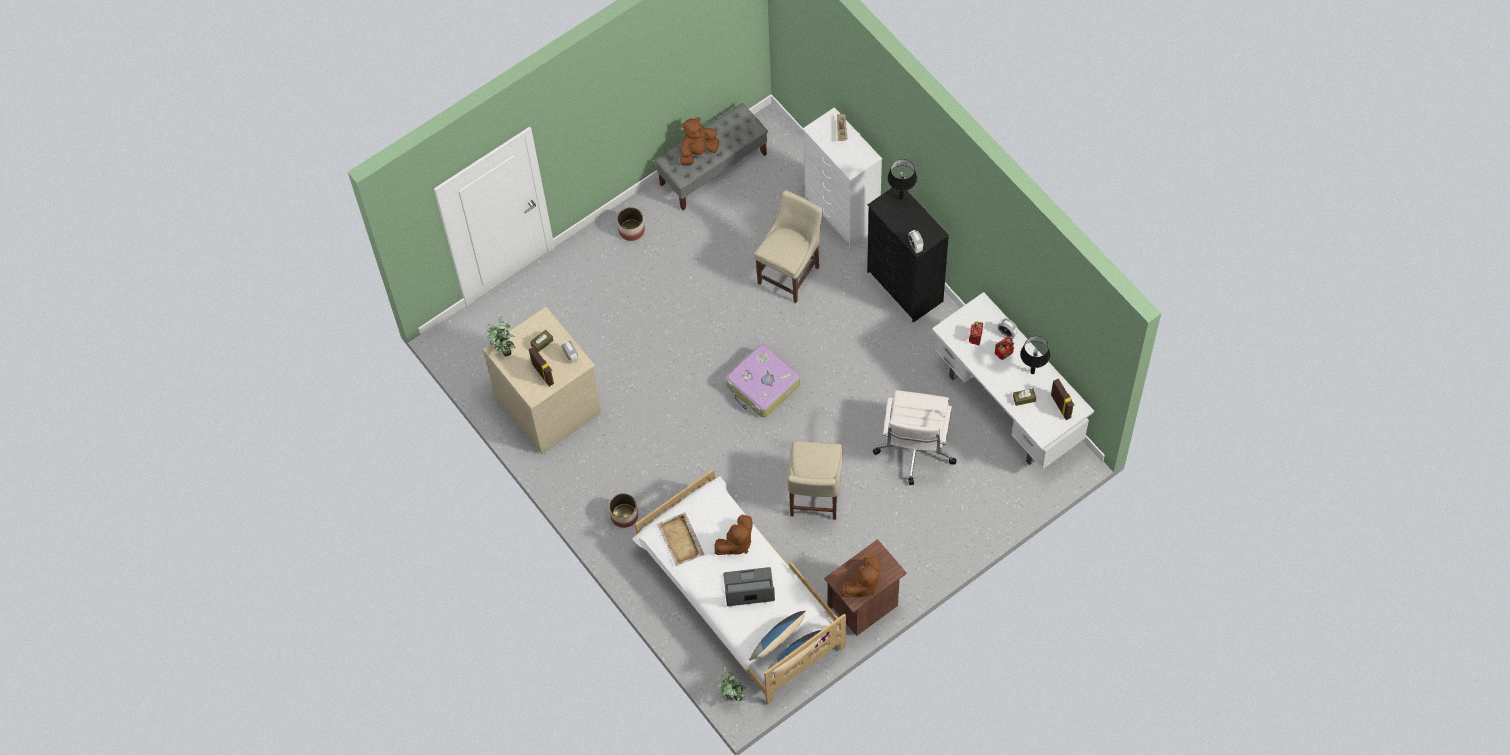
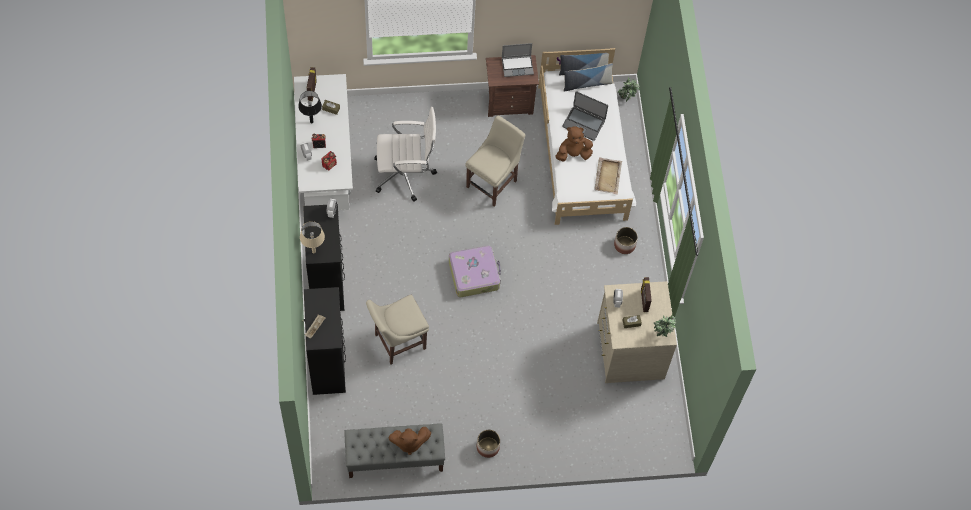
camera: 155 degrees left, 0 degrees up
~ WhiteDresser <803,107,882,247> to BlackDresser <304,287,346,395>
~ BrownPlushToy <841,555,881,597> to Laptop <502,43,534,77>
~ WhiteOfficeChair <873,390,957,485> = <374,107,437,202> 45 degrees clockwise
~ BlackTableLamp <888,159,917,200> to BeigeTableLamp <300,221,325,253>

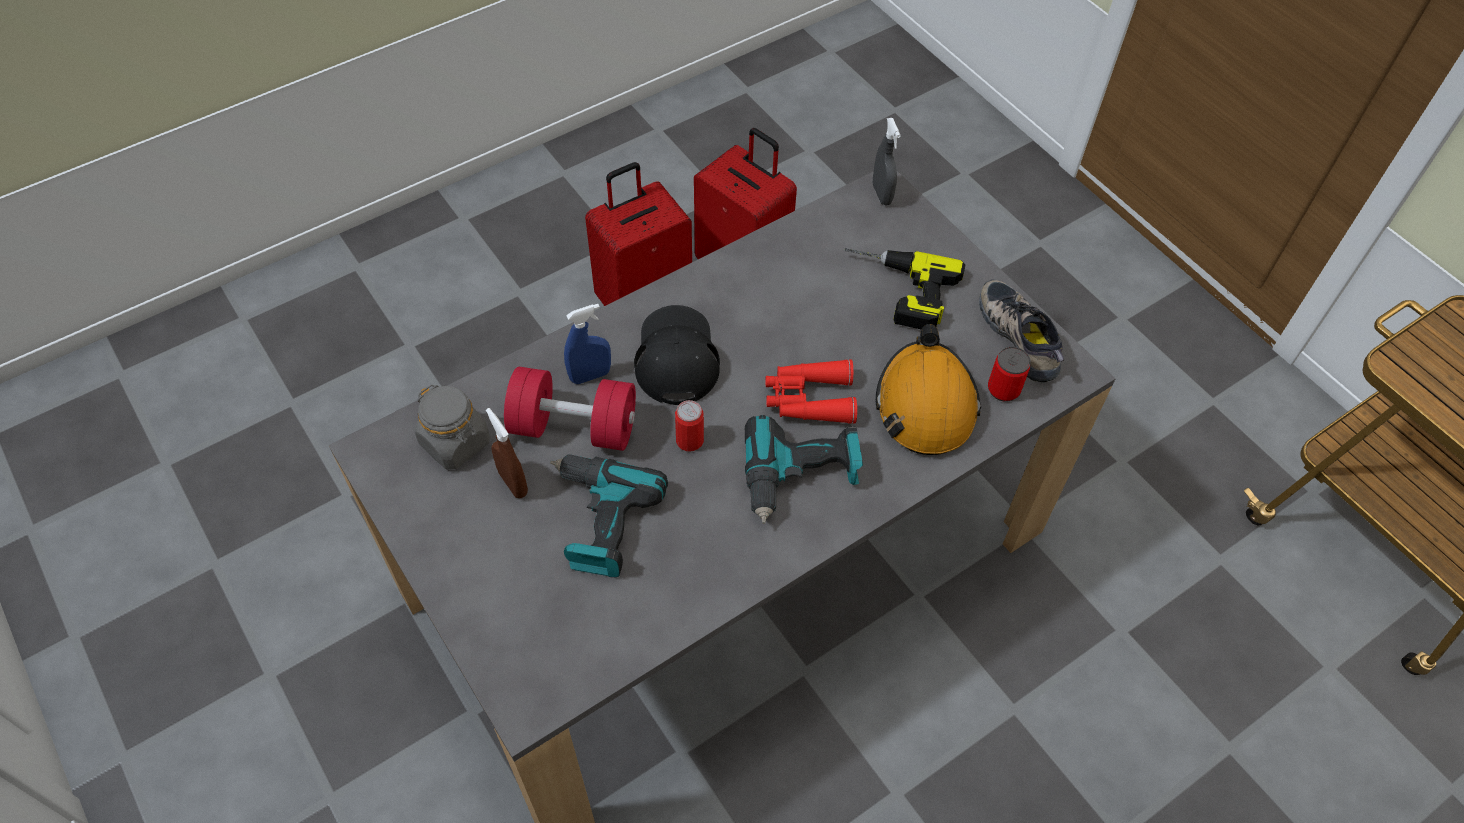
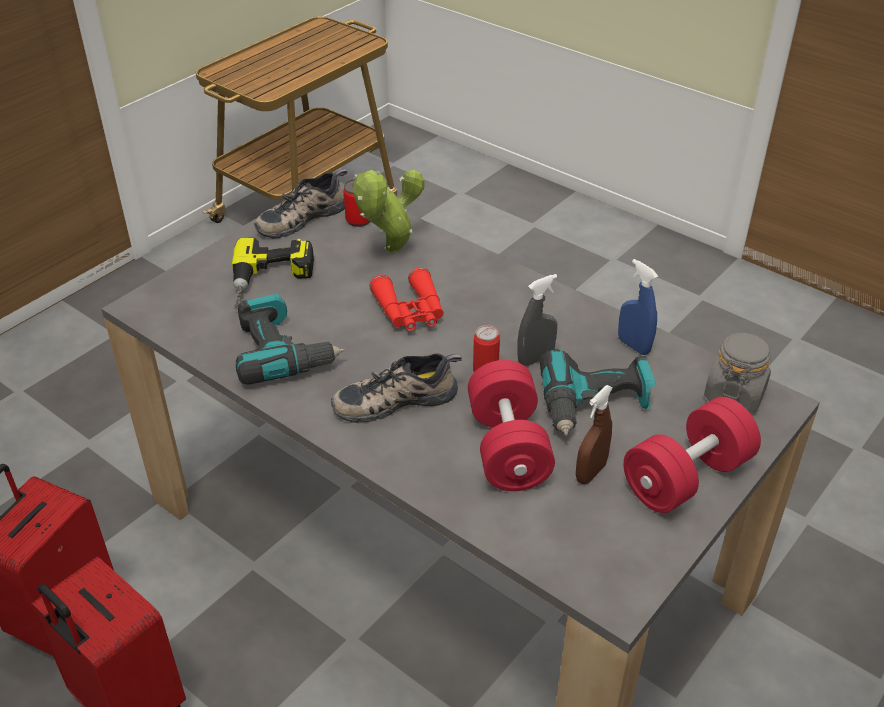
camera: 105 degrees left, 15 degrees down
~ GreyJar <415,385,490,469> to <704,332,771,413>
~ BlueSprayBottle <564,304,611,384> to <618,259,658,355>
~ BlackCap <634,305,720,405> to Shoe <331,353,462,423>
~ PowerDrill <745,415,863,524> to <236,294,345,385>
~ GreySprayBottle <873,118,901,205> to <517,274,557,366>
~ OrangeHardHat <876,324,981,455> to PottedPlant <353,169,425,254>
+ RedDumbbell <623,397,761,513>

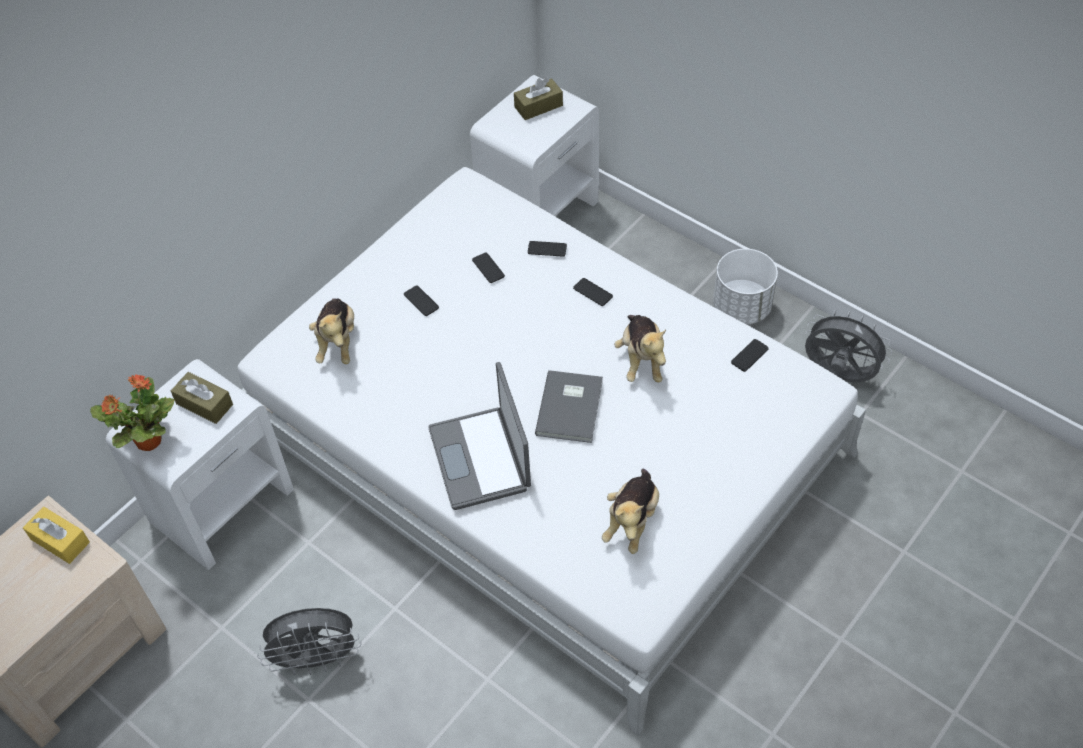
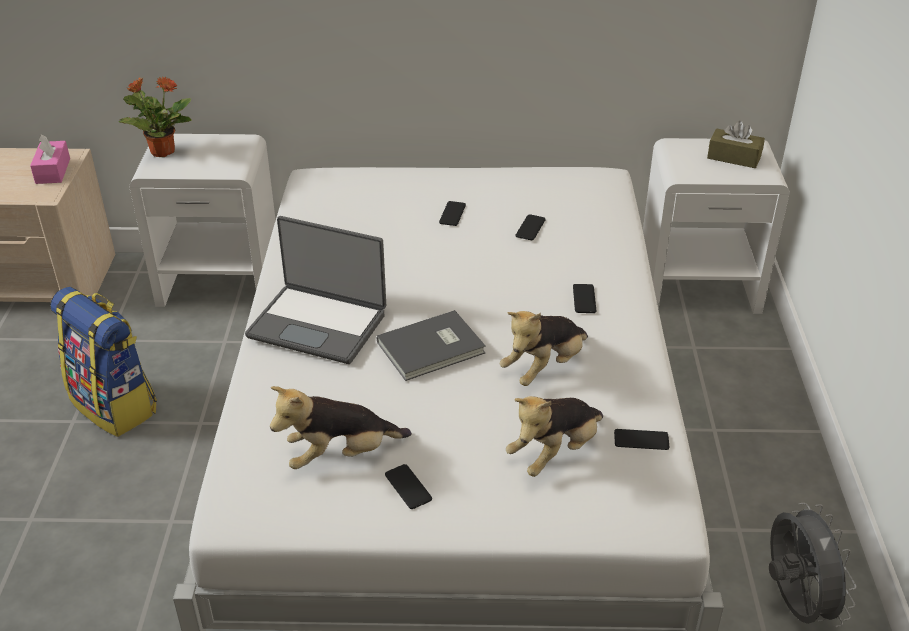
camera: 50 degrees right, 15 degrees down
~ YellowTissueBox <23,507,90,564> to PinkTissueBox <30,134,70,184>
- BrownTissueBox <171,372,233,424>
~ GreyFan <257,608,361,676> to Backpack <50,287,157,437>
~ PlushToy <309,298,354,364> to <506,396,603,477>
~ Laptop <428,362,531,510> = <245,216,386,364> 105 degrees counterclockwise
~ Phone <528,241,567,257> to <385,464,432,509>
- WhitePlanter <713,249,778,325>

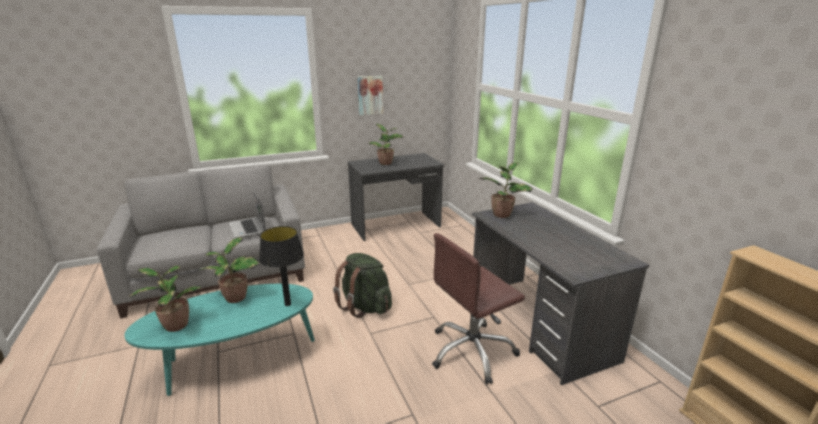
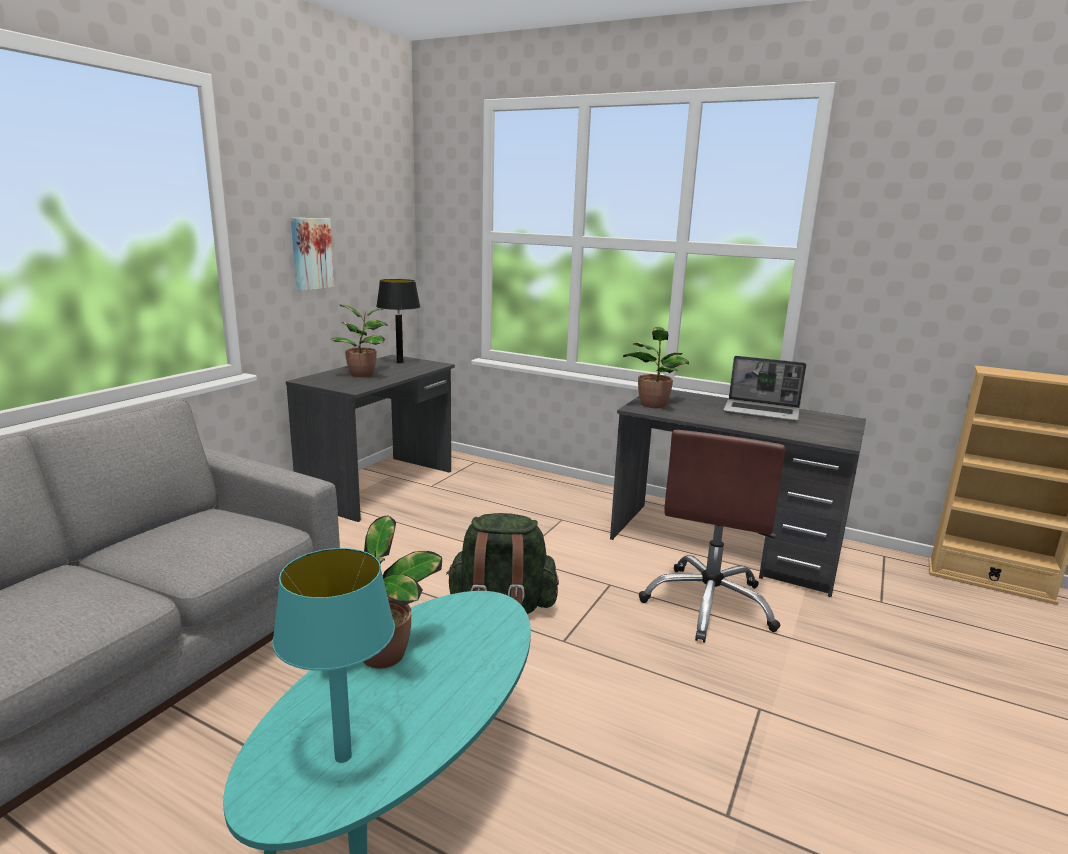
camera: 40 degrees left, 5 degrees down
~ PottedPlant <128,266,201,332> to TurquoiseTableLamp <272,548,395,763>
~ Laptop <229,193,266,238> to <723,356,806,422>
~ BlackTableLamp <259,226,304,306> to <376,279,420,363>

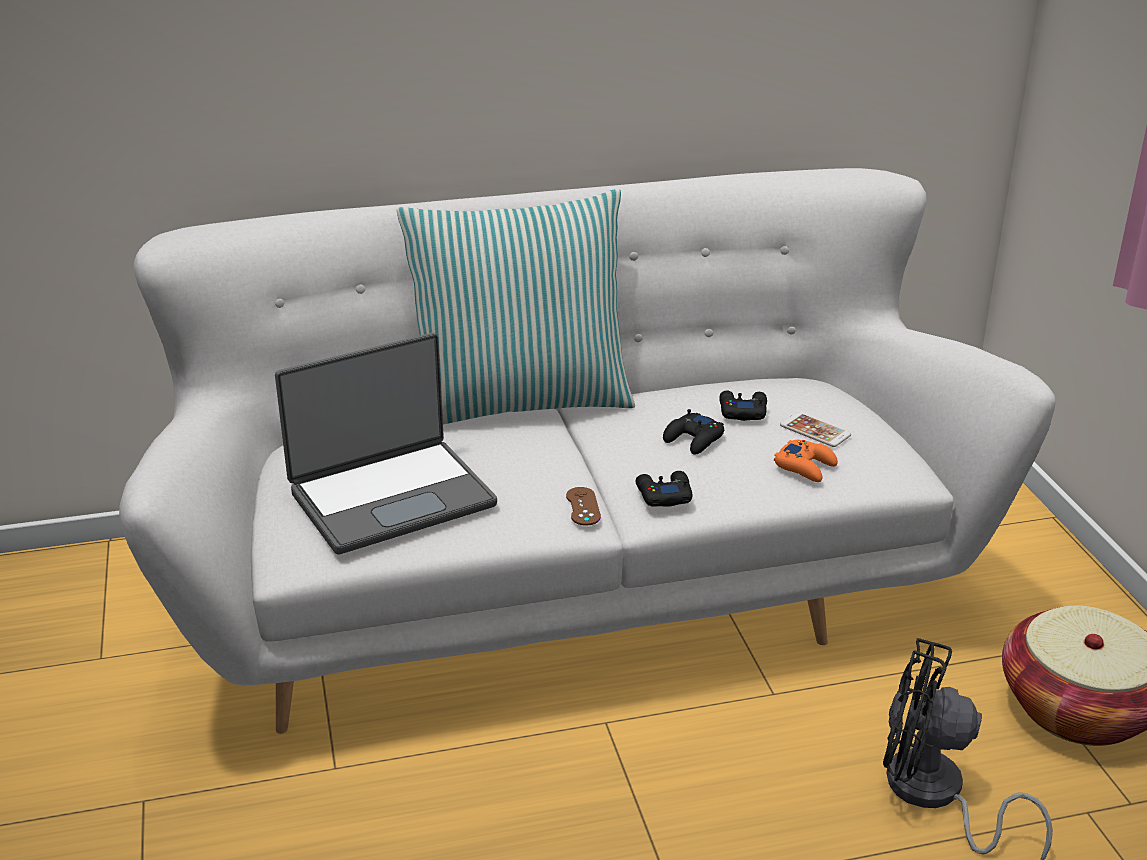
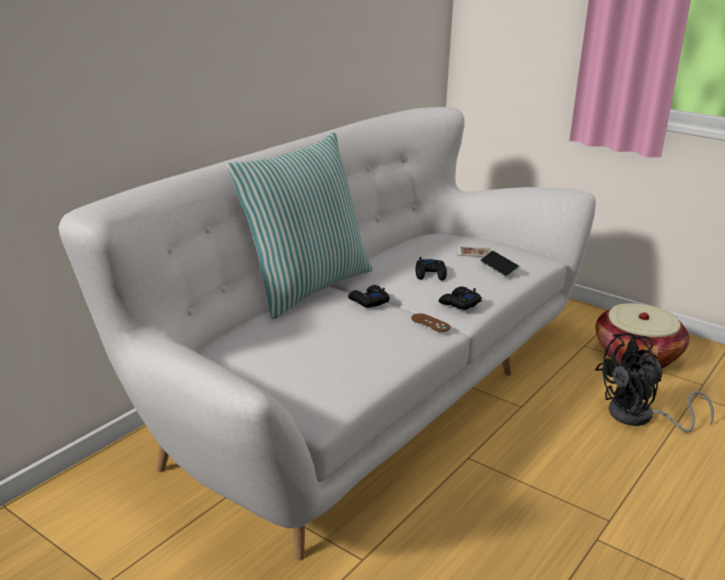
camera: 40 degrees left, 5 degrees down
- Laptop <275,333,497,555>
~ BlackGameController <719,390,767,421> to <348,285,390,308>
~ OrangeGameController <774,440,838,482> to Phone <480,251,519,277>

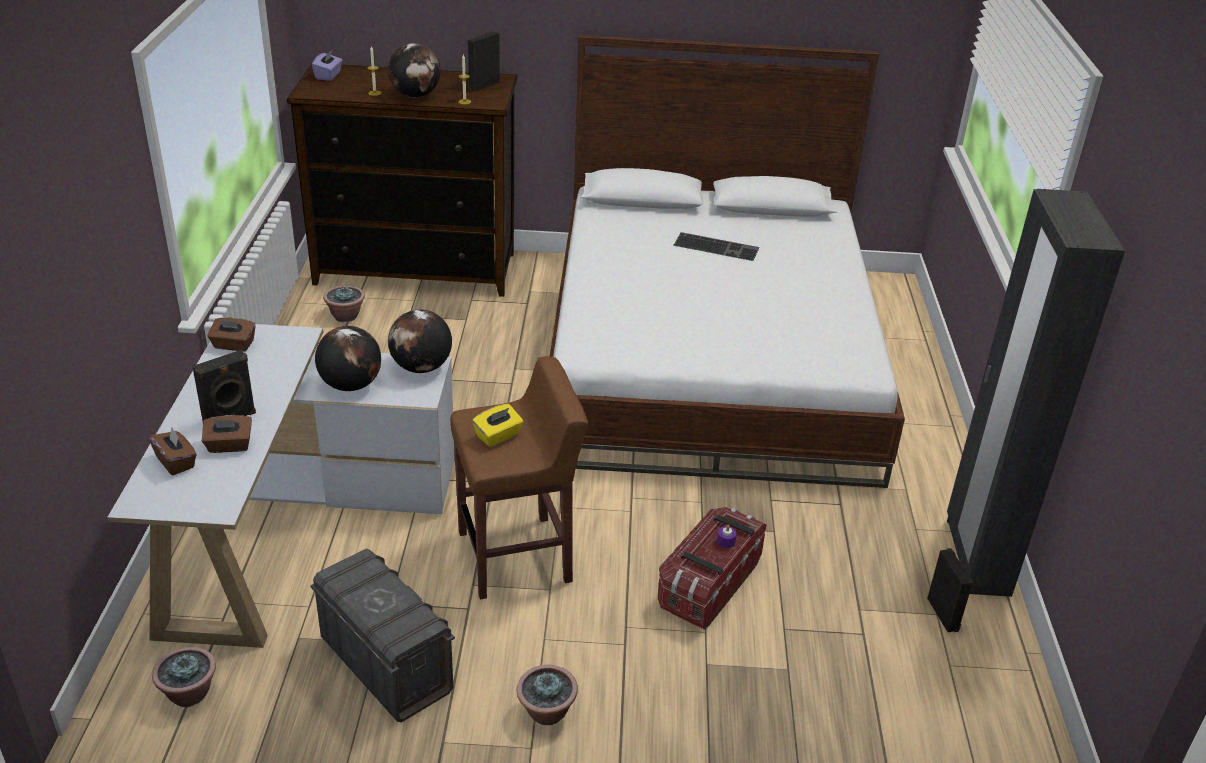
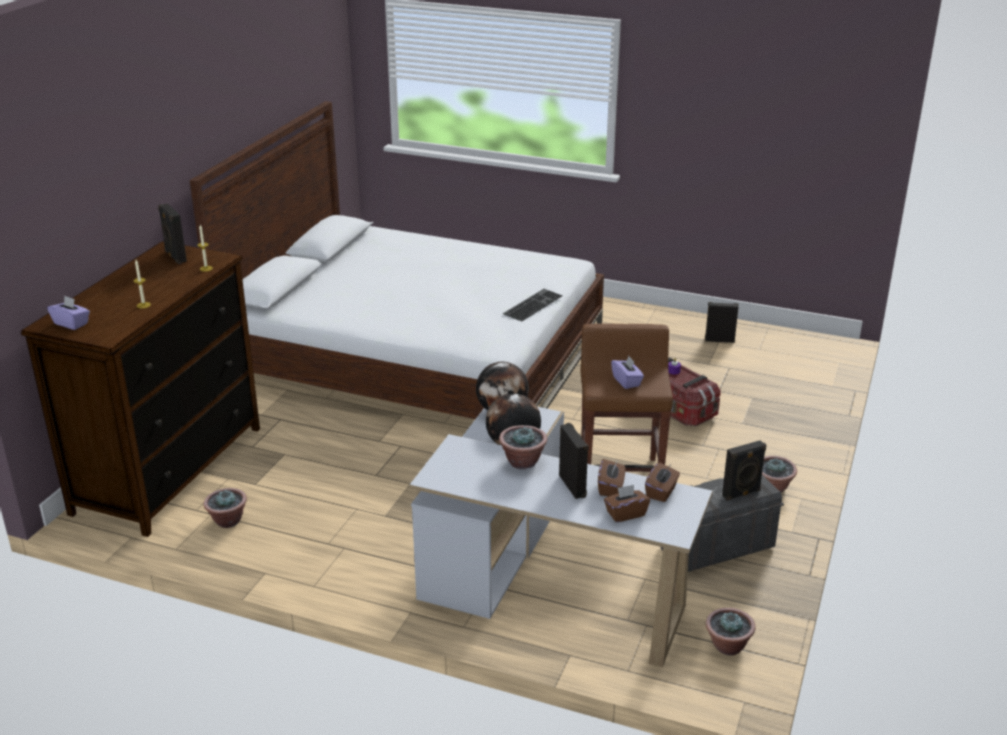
camera: 70 degrees left, 5 degrees down
~ BrownTissueBox <207,317,256,351> to <645,462,680,502>
- Globe <388,43,440,98>
~ YellowTissueBox <472,404,523,447> to PurpleTissueBox <611,356,644,389>
~ Keyboard <673,232,759,261> to <503,289,562,322>
- BlackWardrobe <947,189,1125,597>
+ PottedPlant <499,425,547,469>
+ BlackSpeaker <722,440,767,501>

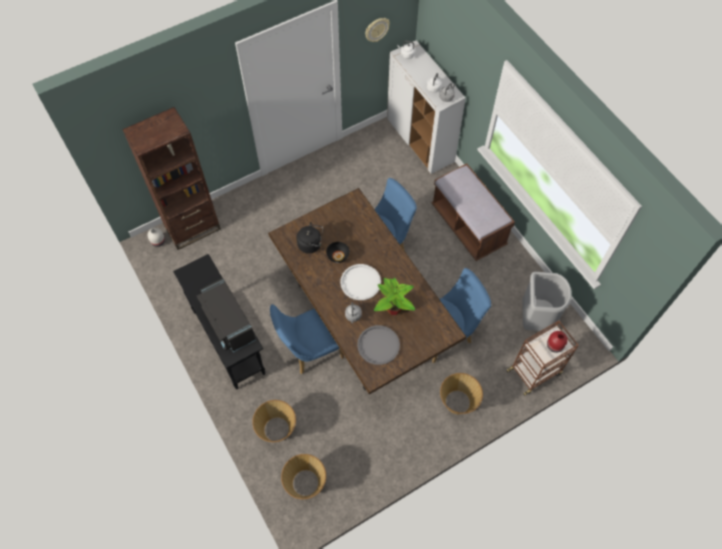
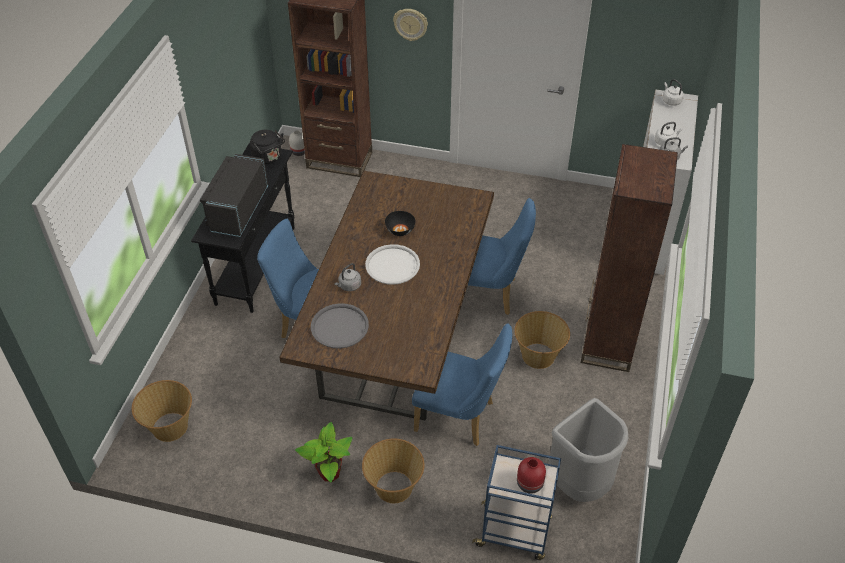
camera: 45 degrees right, 15 degrees down
~ Basket <252,400,296,442> to <514,311,570,369>
~ BlackKettle <296,222,324,254> to <250,130,285,164>
~ WallClock <365,18,390,42> to <393,9,428,41>
~ PottedPlant <374,278,415,315> to <295,422,353,482>
~ BrownBench <431,163,515,261> to BrownBookcase <581,144,678,372>
~ BrownCart <506,320,579,396> to BlueCart <472,445,561,560>

